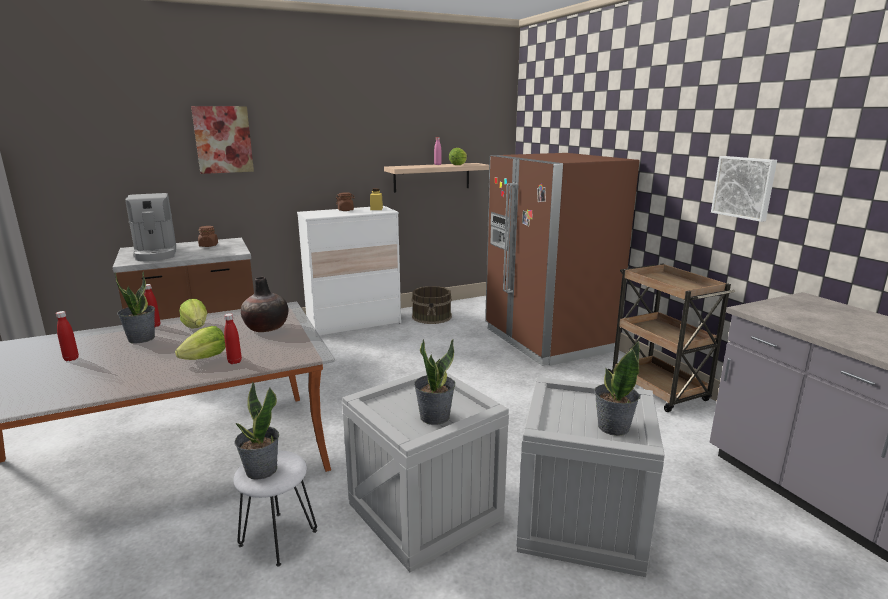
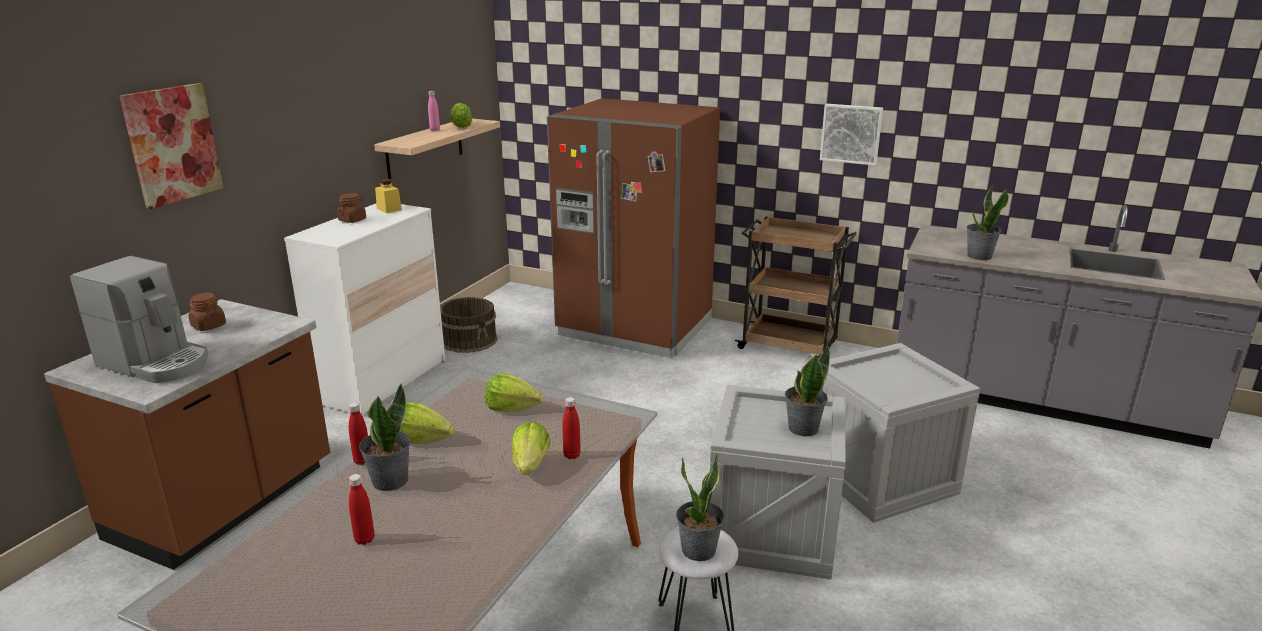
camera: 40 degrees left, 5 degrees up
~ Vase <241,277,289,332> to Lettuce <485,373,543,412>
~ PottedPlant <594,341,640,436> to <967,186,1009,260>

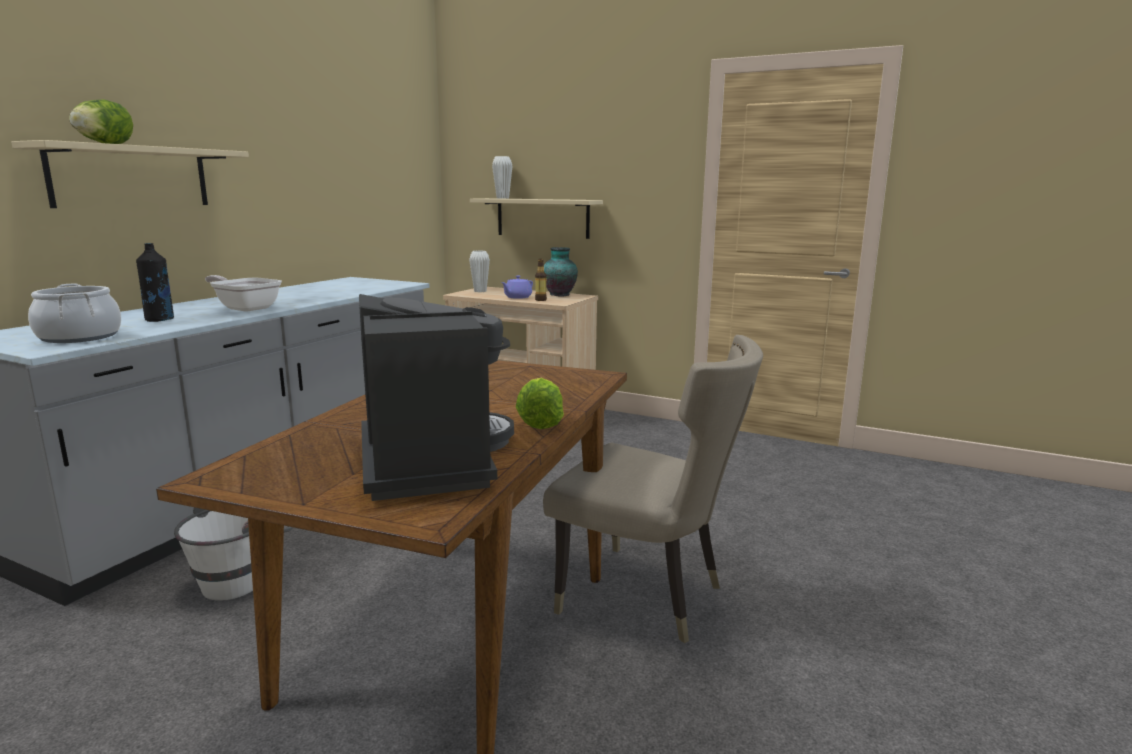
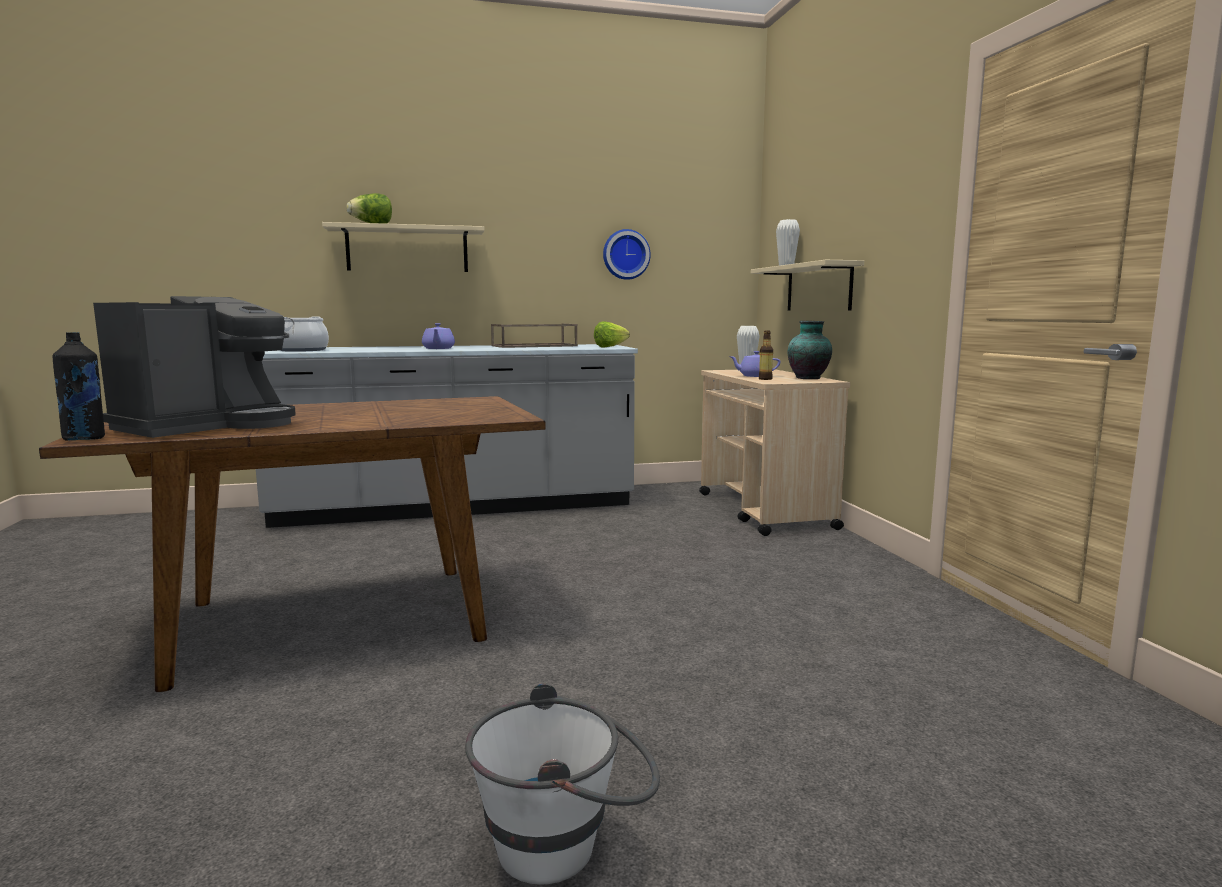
camera: 50 degrees right, 5 degrees down
~ BlackBottle <136,243,174,322> to <52,332,105,441>
~ WhiteBucket <174,507,293,601> to <465,683,660,885>
~ FryingPan <205,275,282,312> to PurpleTeapot <422,323,455,349>
~ Lettuce <516,378,564,429> to <594,322,630,348>
- BeigeChair <543,335,763,643>
+ BrownTray <491,324,578,348>
+ WallClock <603,229,651,280>

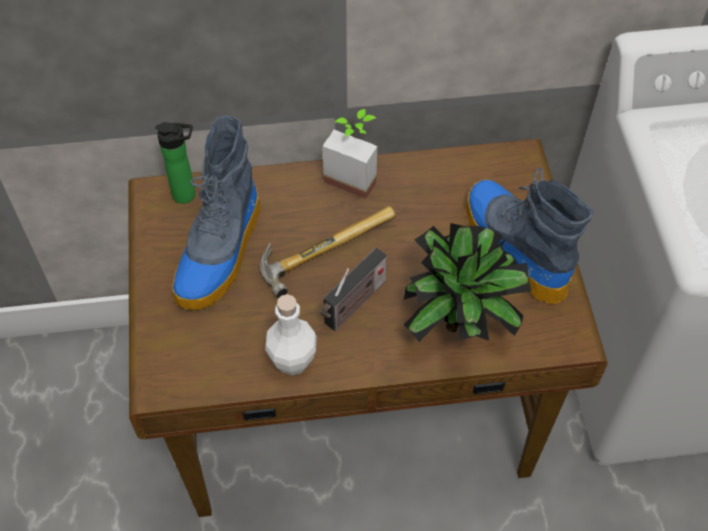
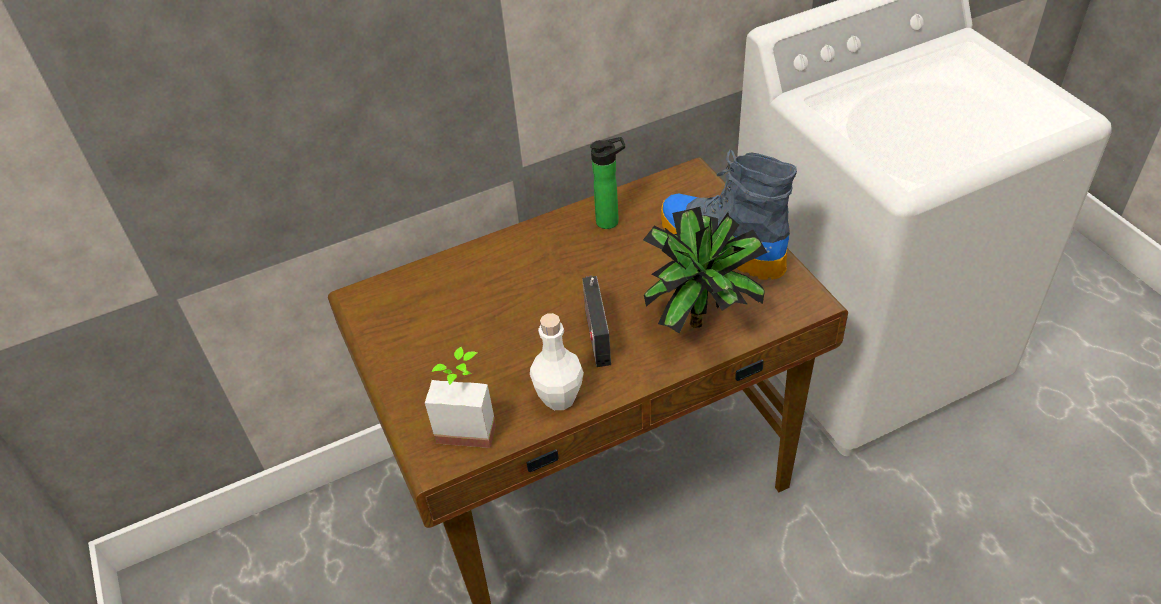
camera: 15 degrees left, 10 degrees down
~ Bottle <155,122,196,204> to <590,137,625,229>
- Boot <173,115,261,311>
- Hammer <260,206,396,298>
~ Radio <321,248,387,331> = <582,275,611,367> 150 degrees clockwise
~ PottedPlant <322,109,377,199> to <425,347,496,448>

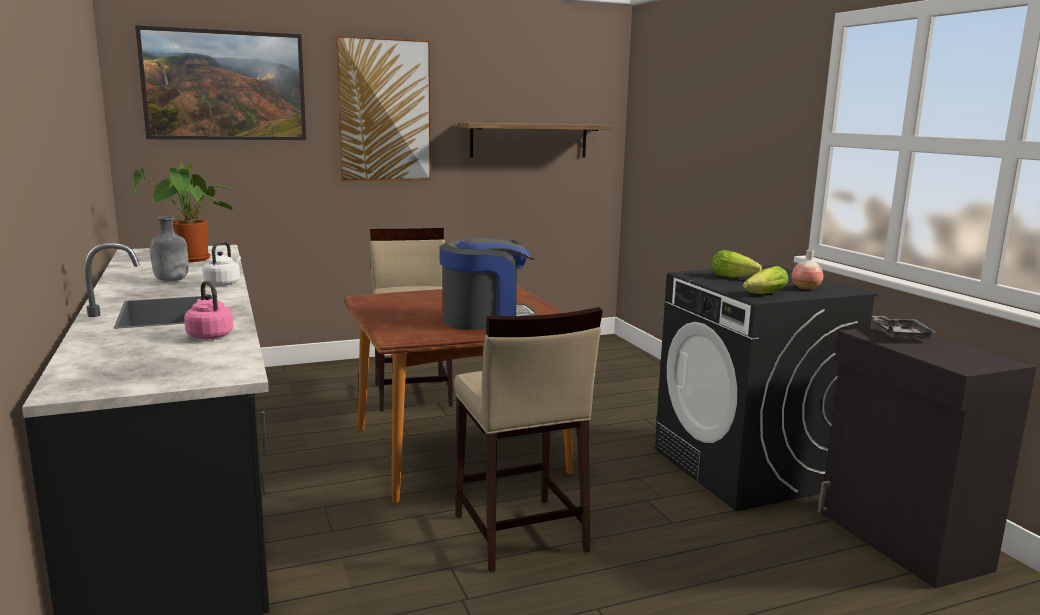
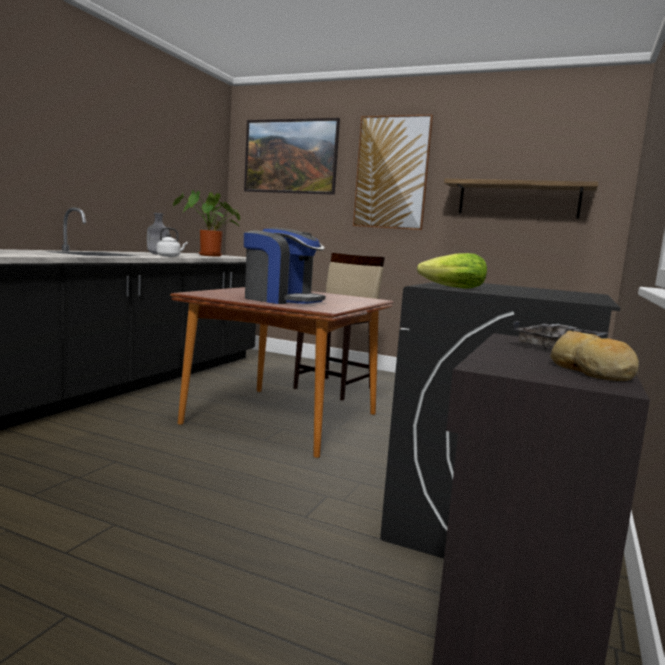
camera: 45 degrees right, 5 degrees down
- PinkKettle <184,281,233,339>
- BeigeStool <454,307,603,573>
- Lettuce <711,250,762,278>
- Vase <791,250,823,290>
+ Bread <550,331,639,381>

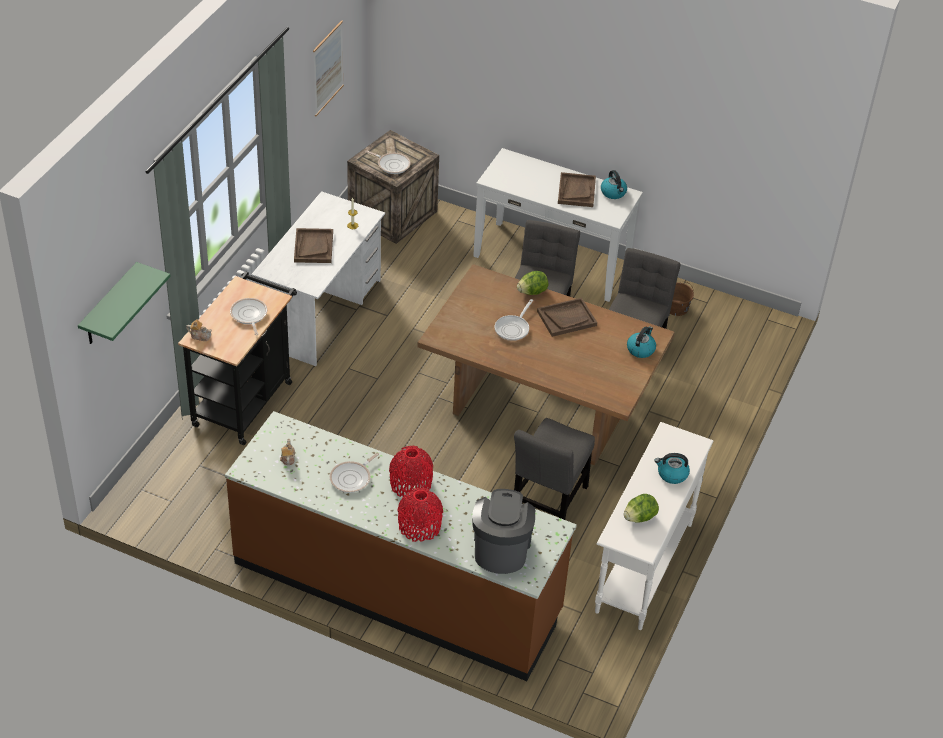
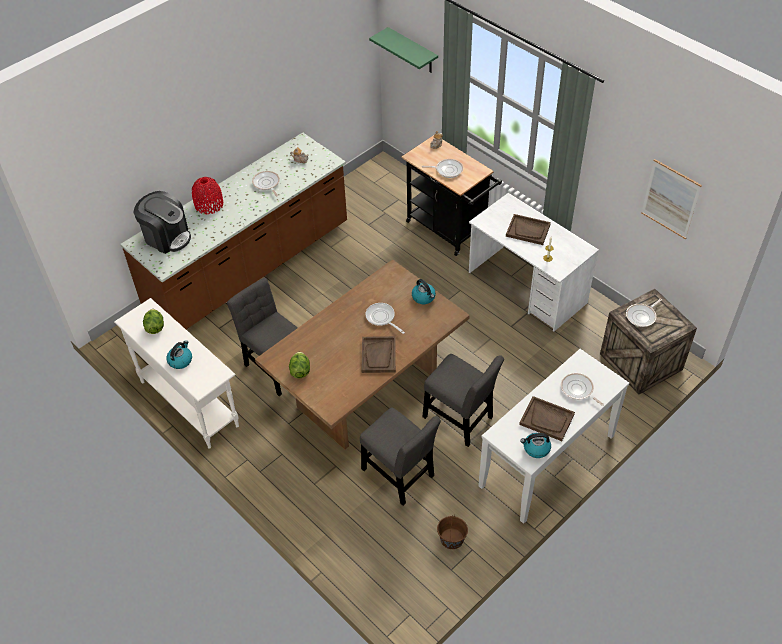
camera: 115 degrees right, 5 degrees up
- RedVase <389,446,433,498>
~ Lettuce <517,271,548,295> to <289,352,310,378>
~ Kettle <627,326,656,358> to <412,279,436,304>
+ FryingPan <561,373,604,406>

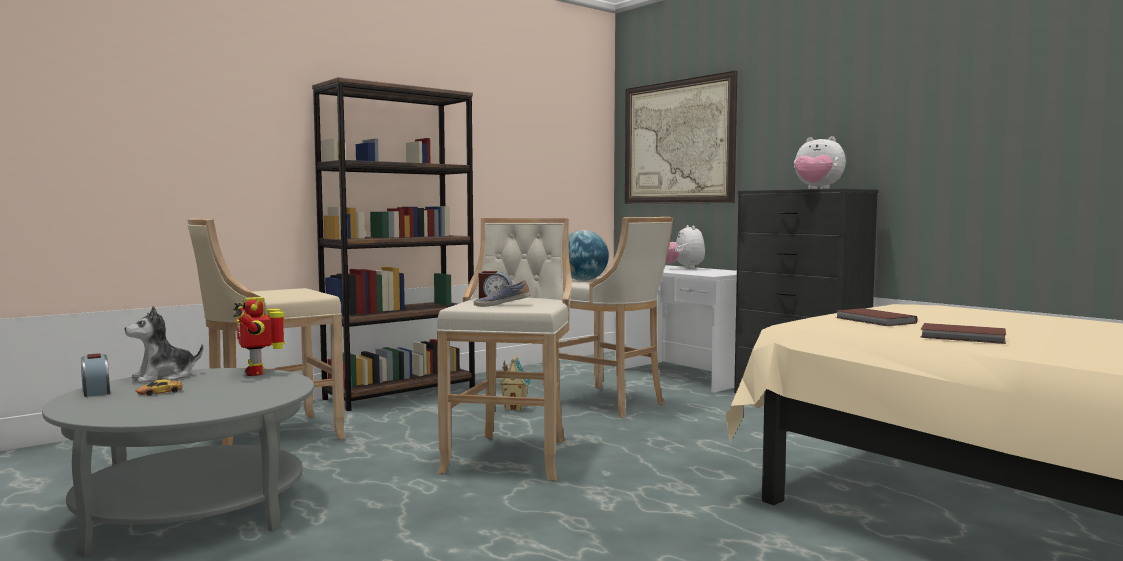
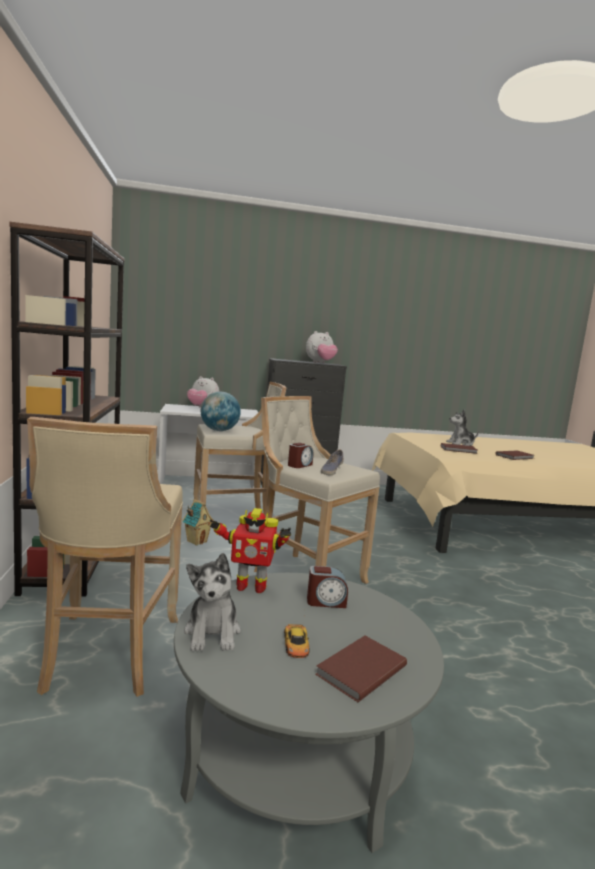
camera: 60 degrees left, 5 degrees up
~ AlarmClock <81,353,110,397> to <307,566,348,608>
- Picture <625,71,737,204>
+ BrownBook <315,636,407,702>
+ PlushToy <446,410,479,446>

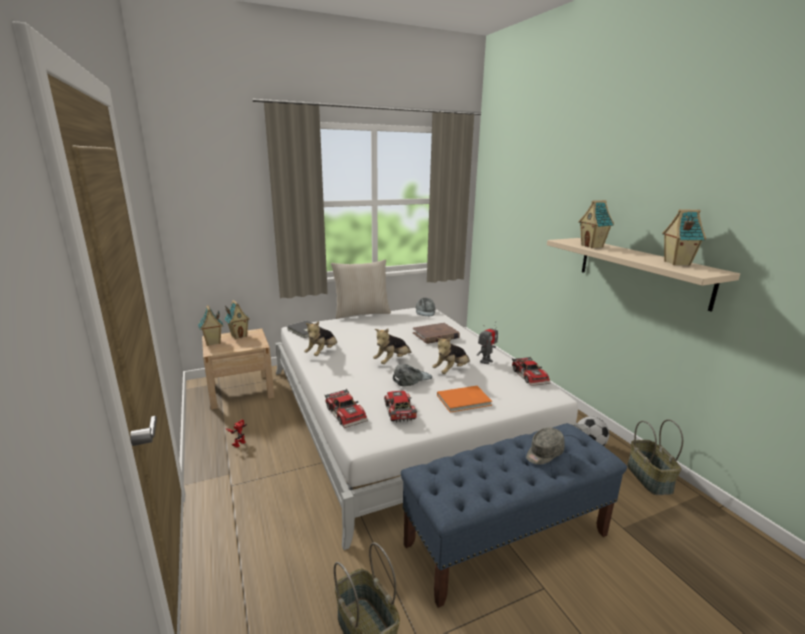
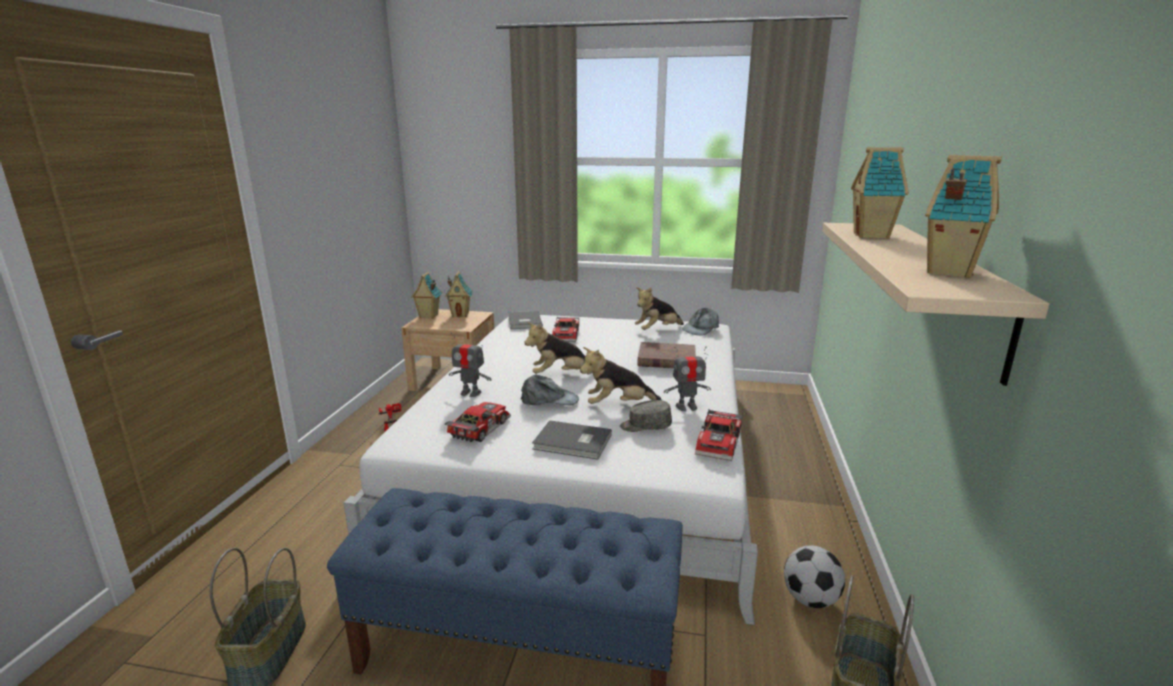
camera: 35 degrees right, 0 degrees up
~ PlushToy <304,321,337,356> to <635,287,684,330>
~ ToyCar <325,389,368,428> to <552,317,579,342>
- BeigePillow <331,260,391,319>
~ OrangeBook <437,386,492,413> to GreyBook <532,420,612,460>
~ GreyCap <526,428,565,464> to <620,400,672,432>
+ ToyRobot <449,332,492,397>

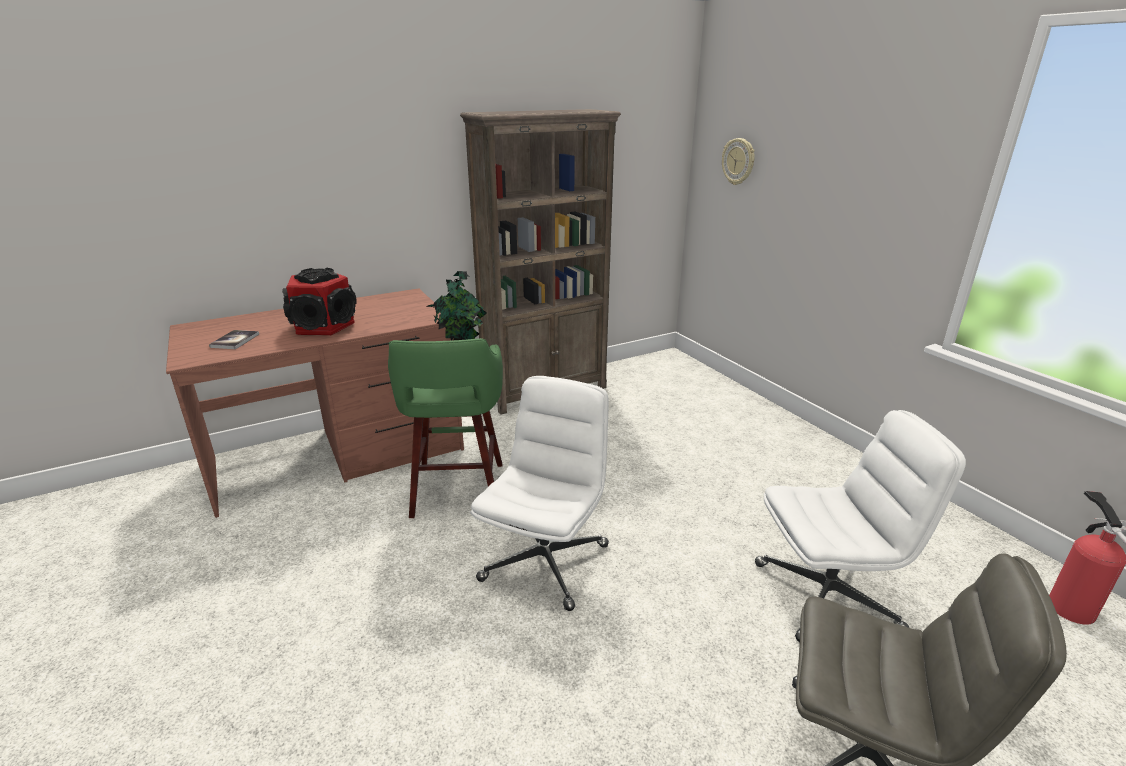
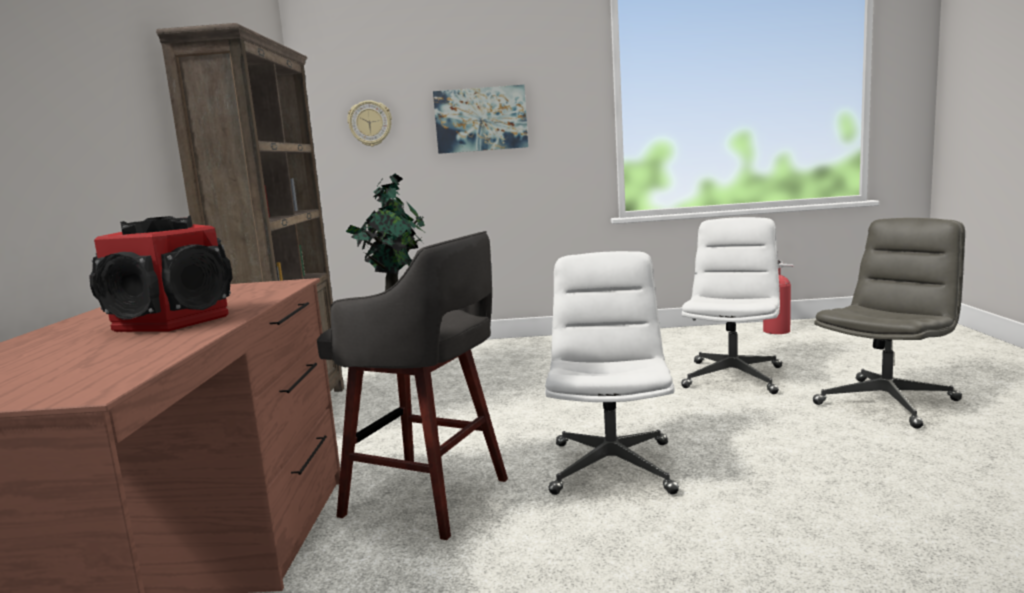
camera: 60 degrees left, 15 degrees down
- Book <209,330,259,349>
~ GreenStool <388,338,503,518> to GreyStool <317,231,508,540>
~ WhiteOfficeChair <470,376,609,611> = <545,251,679,495> 45 degrees clockwise
+ Picture <433,85,528,154>

